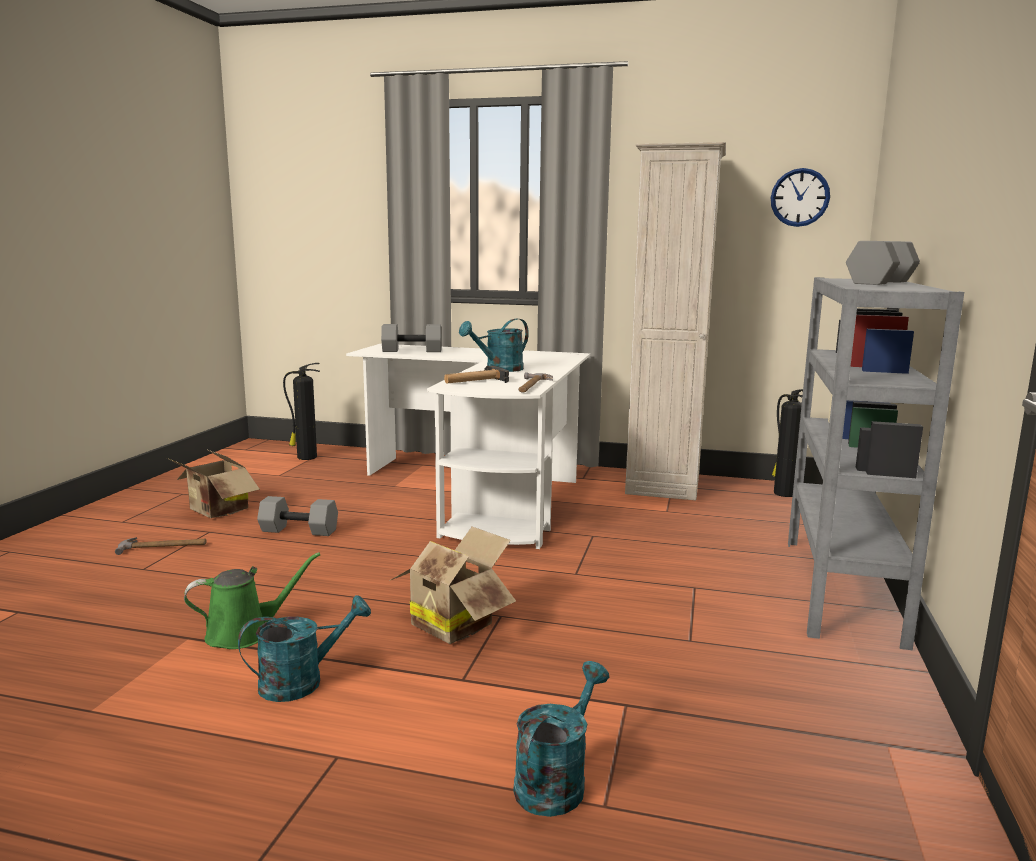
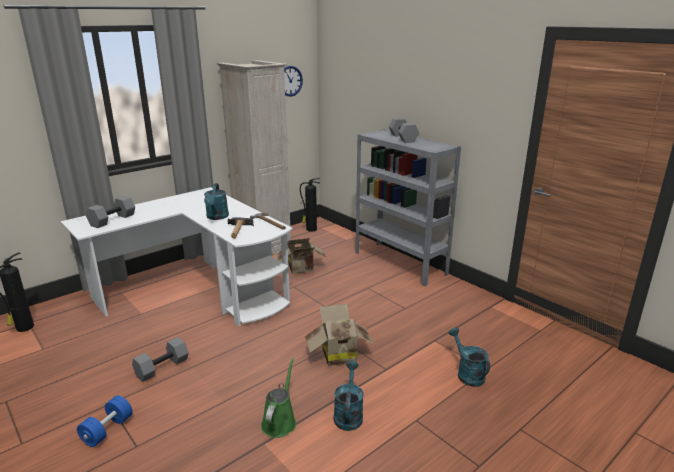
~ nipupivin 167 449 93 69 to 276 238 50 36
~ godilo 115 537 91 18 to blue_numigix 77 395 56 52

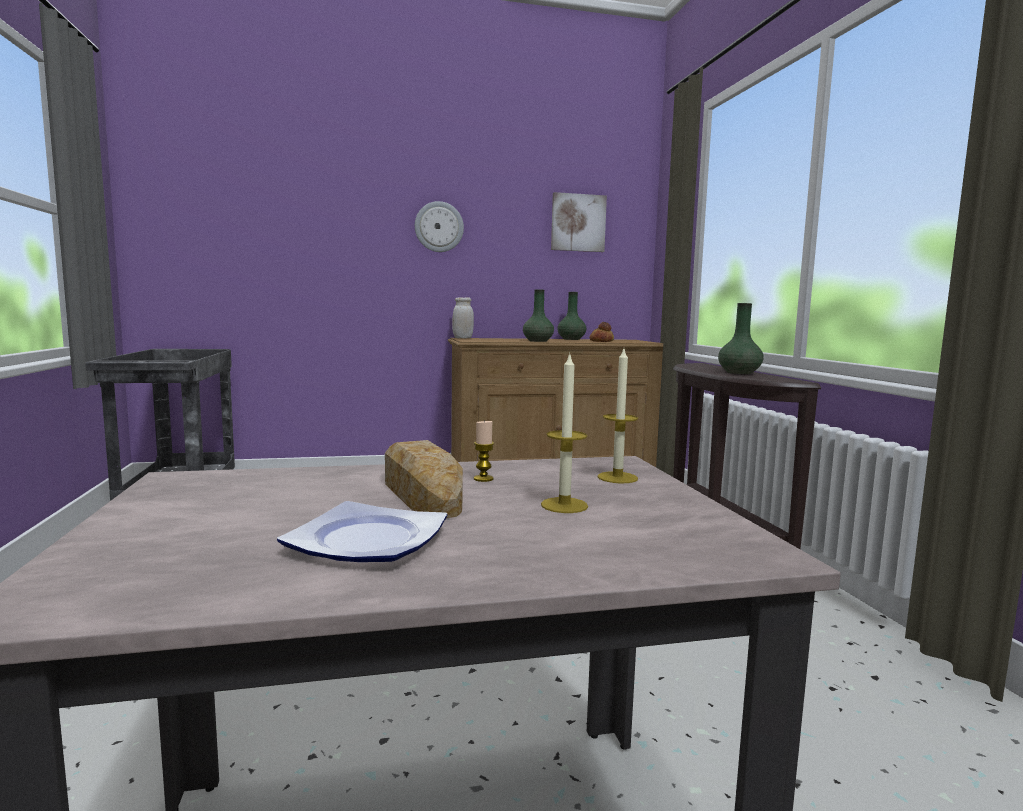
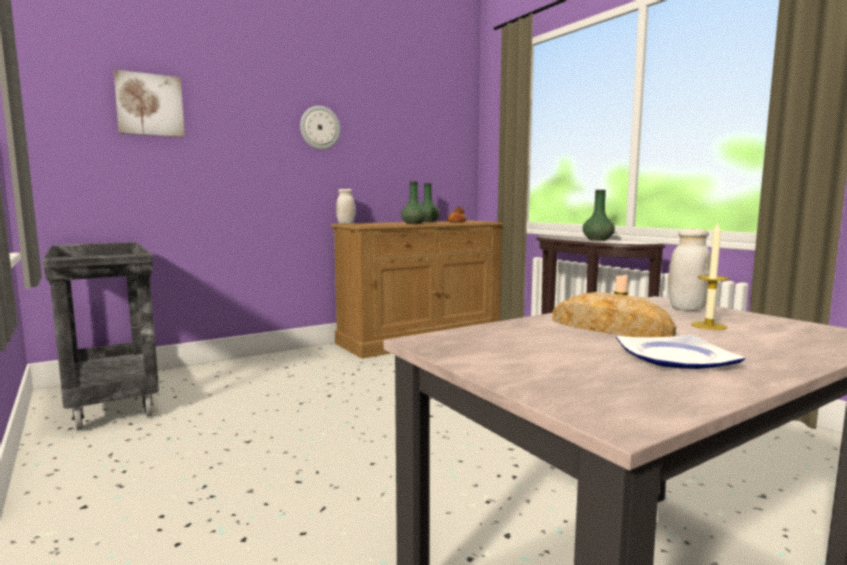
~ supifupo 551 192 56 60 to 114 70 71 67
~ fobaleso 597 349 41 134 to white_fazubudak 668 229 43 82

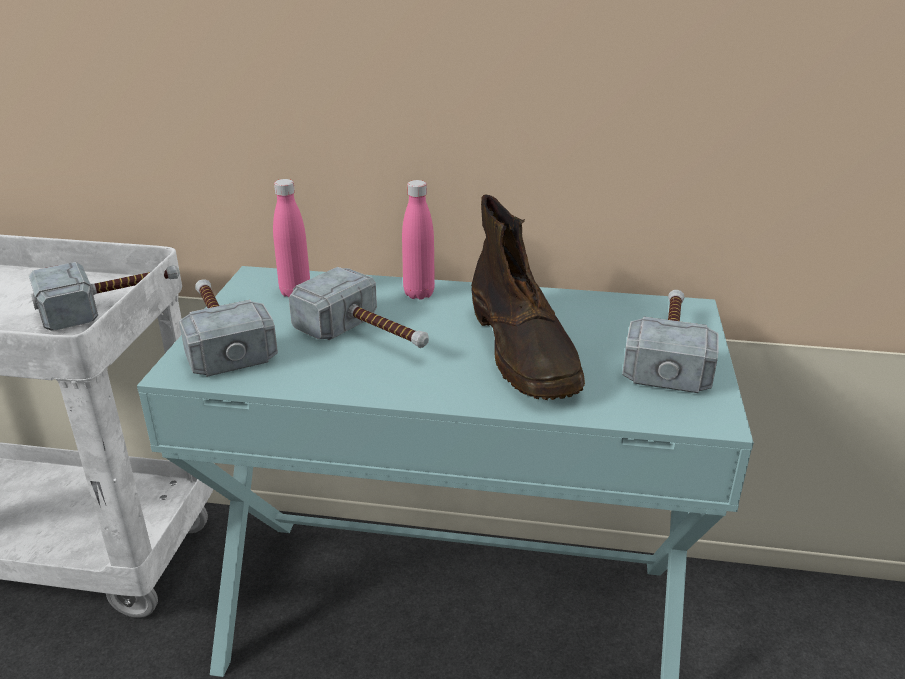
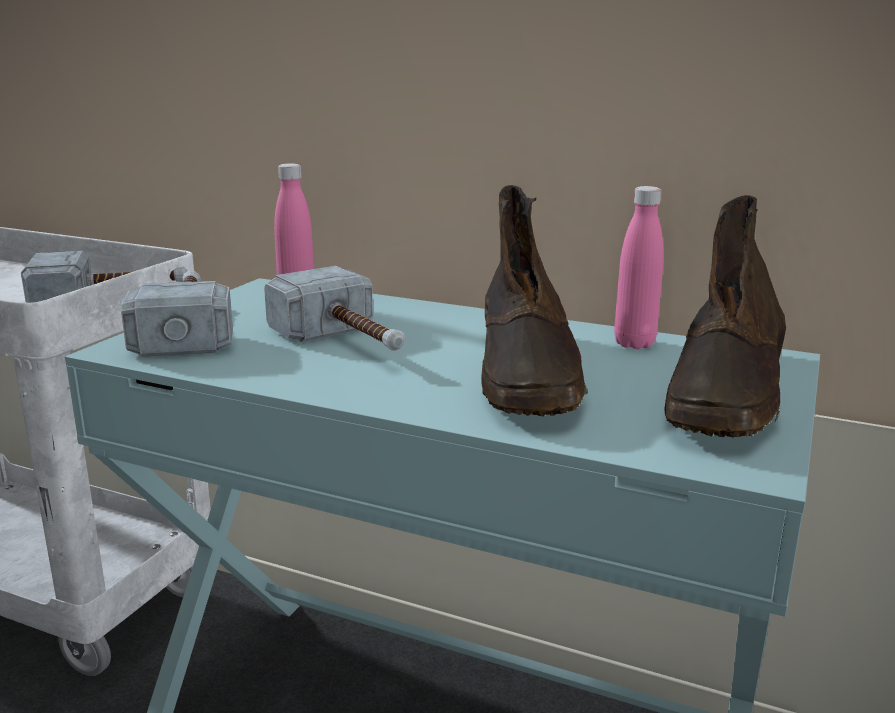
~ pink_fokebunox 402 180 33 120 to 614 186 50 163
~ godilo 622 290 97 103 to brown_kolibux 664 195 122 243

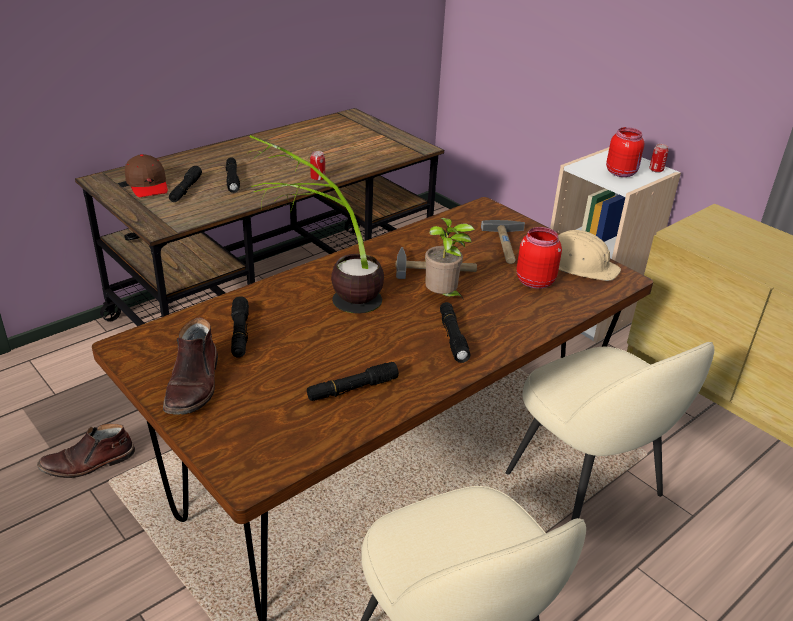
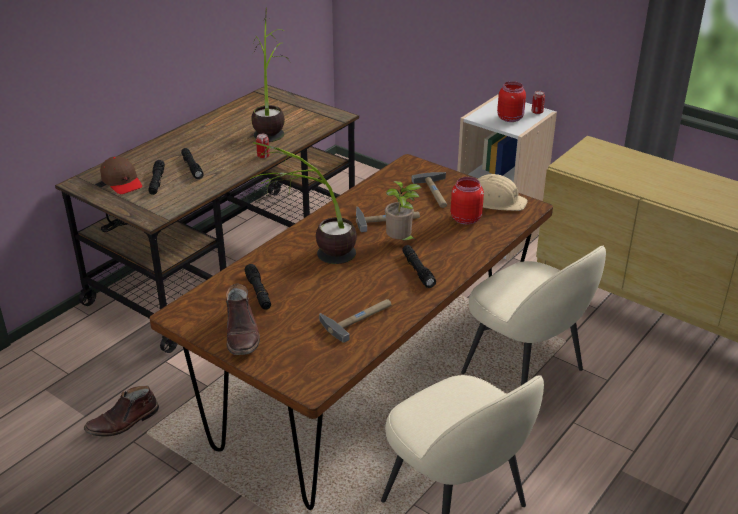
~ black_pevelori 307 362 92 39 to godilo 319 299 73 44
+ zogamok 251 7 40 135

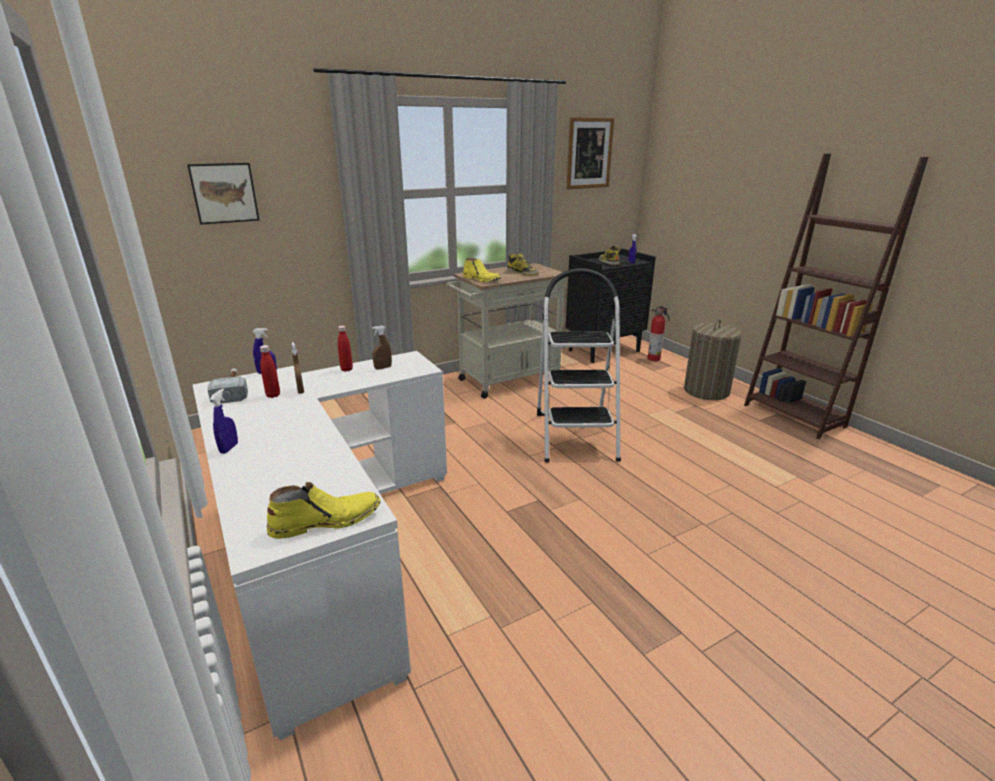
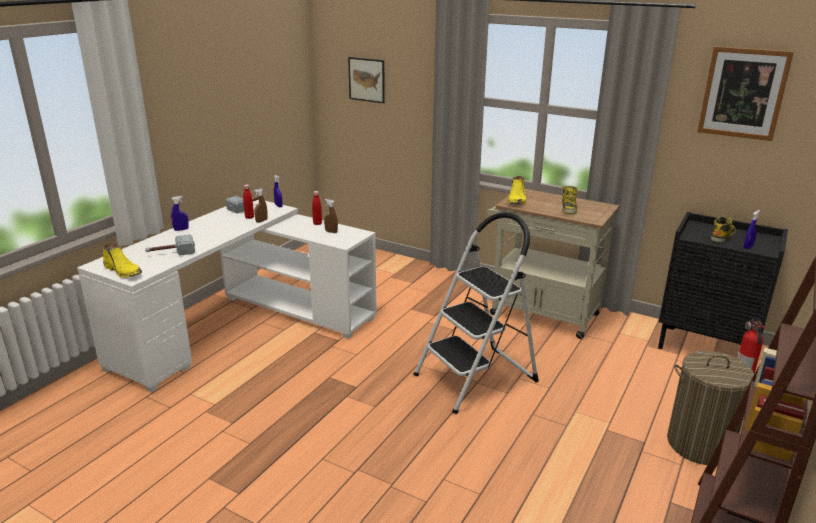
+ godilo 145 234 50 22

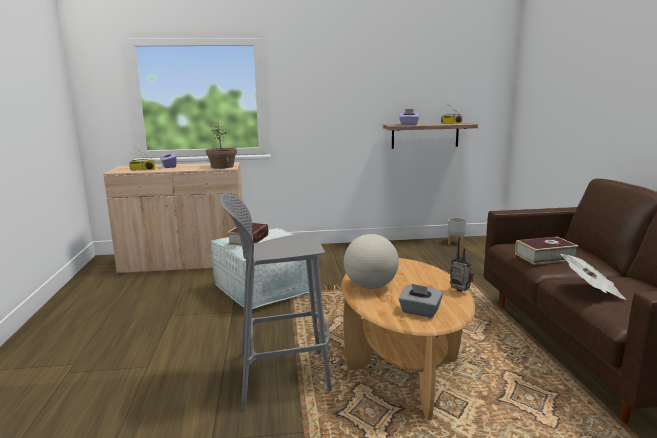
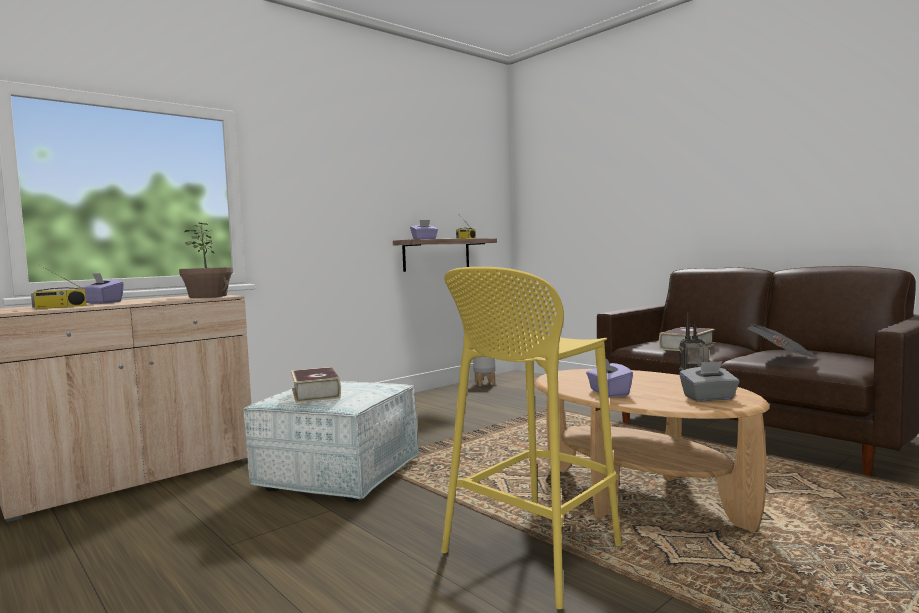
~ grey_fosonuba 220 193 112 217 to yellow_fosonuba 441 267 181 342
~ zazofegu 344 234 55 55 to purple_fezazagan 586 359 47 38

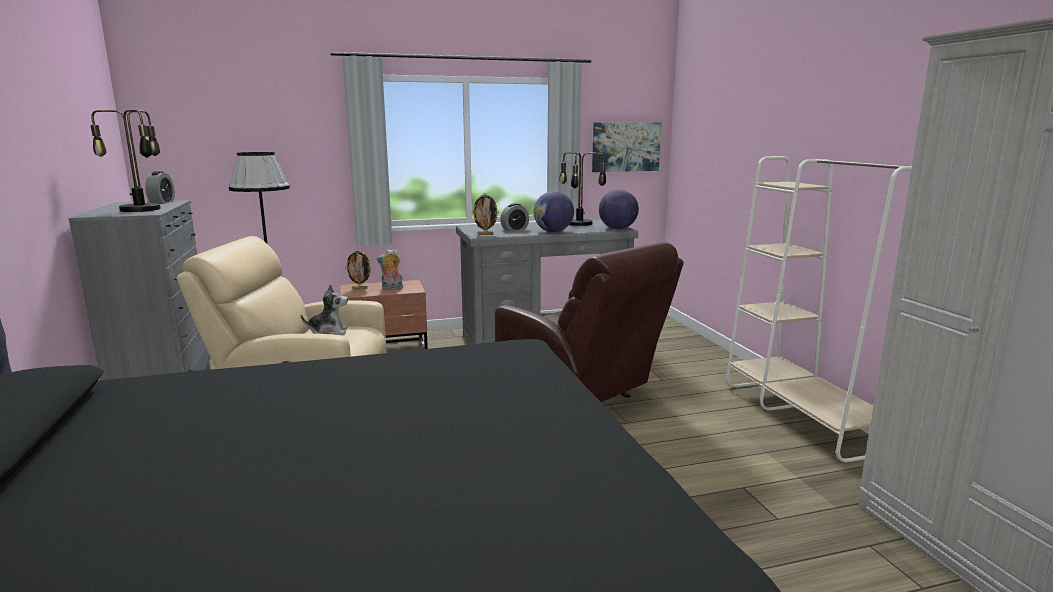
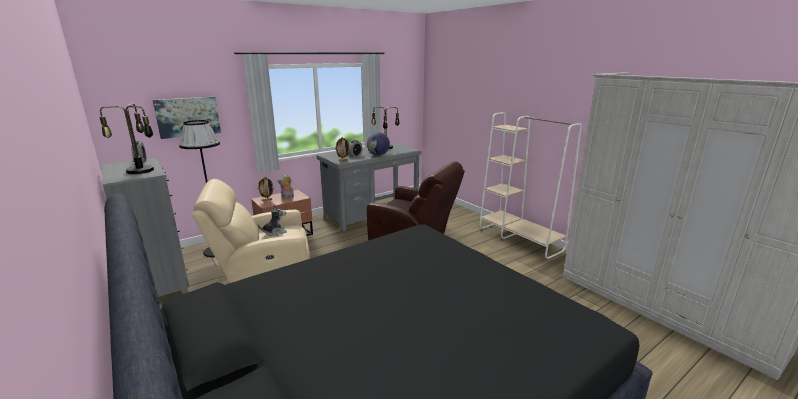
~ supifupo 592 123 69 49 to 152 97 69 42
- zazofegu 599 189 40 40

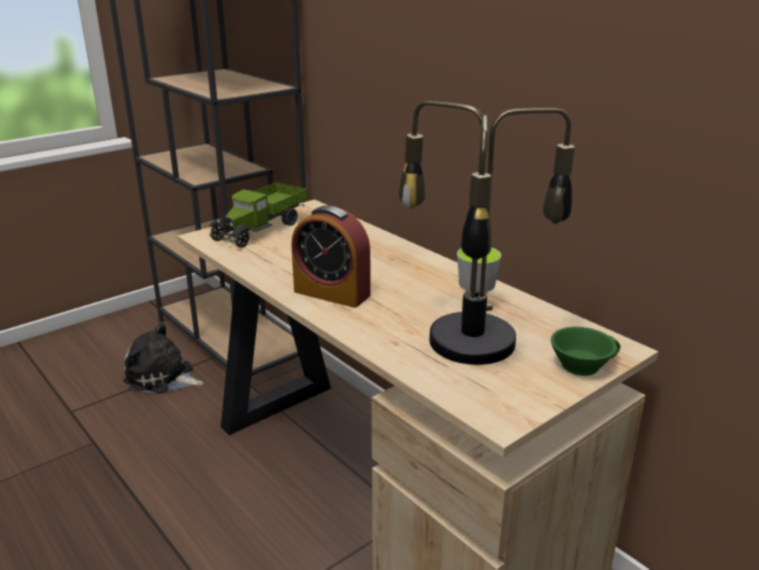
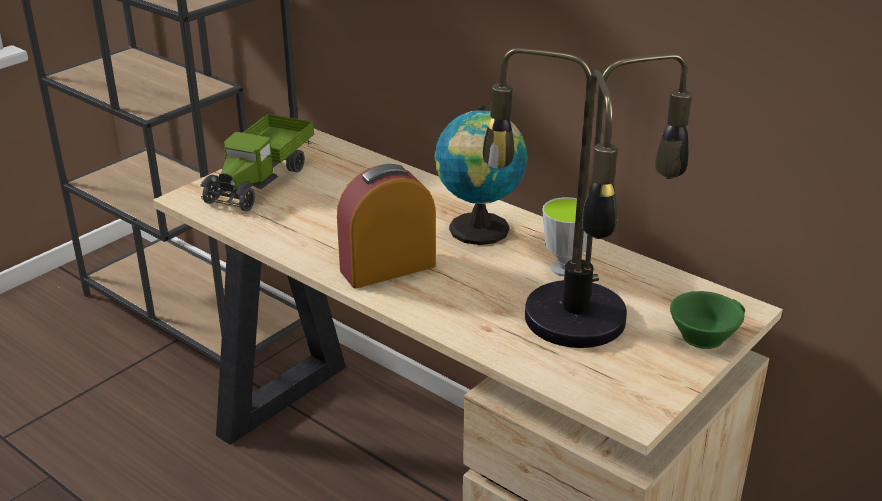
~ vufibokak 291 205 80 103 = 337 164 99 125 135 degrees clockwise
- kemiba 124 323 79 71
+ zazofegu 434 105 94 140

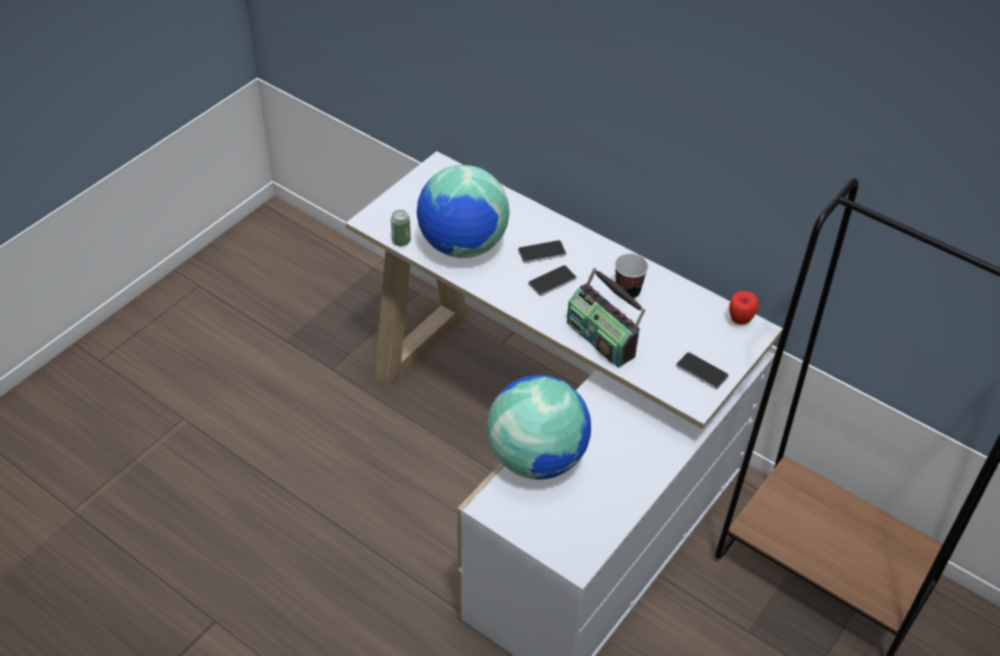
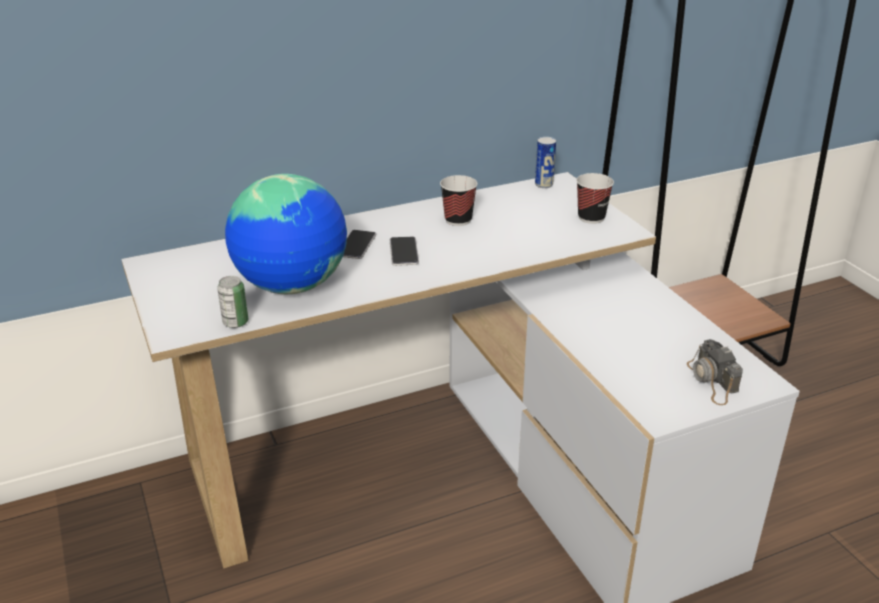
- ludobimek 567 268 79 100
~ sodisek 729 291 30 33 to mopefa 535 137 21 51
~ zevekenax 676 352 53 37 to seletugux 576 173 38 51
- zazofegu 487 375 104 104
+ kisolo 687 339 56 66

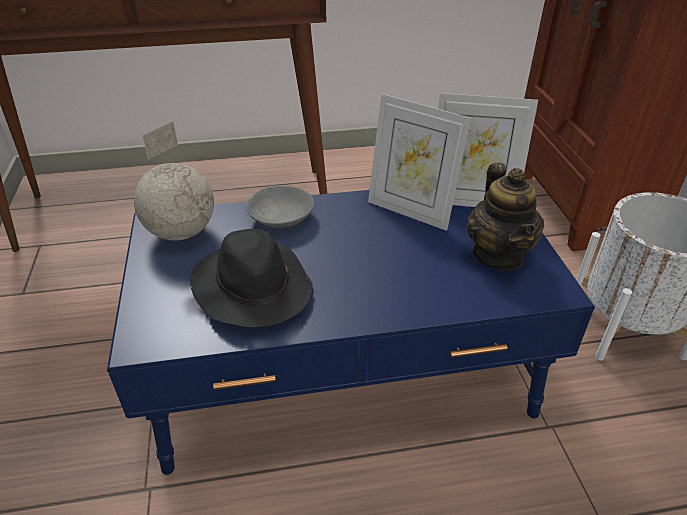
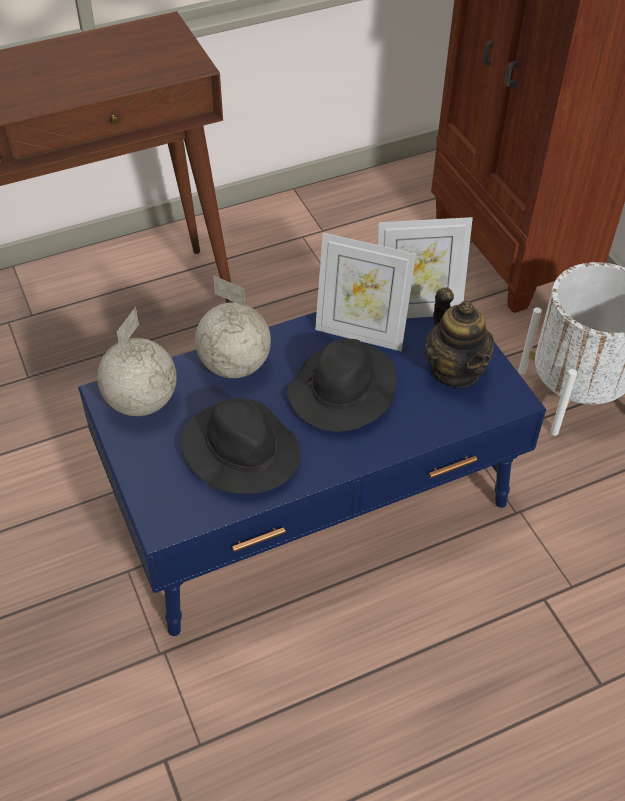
~ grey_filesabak 246 186 68 42 to zazofegu 195 275 76 103
+ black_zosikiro 287 339 109 93

